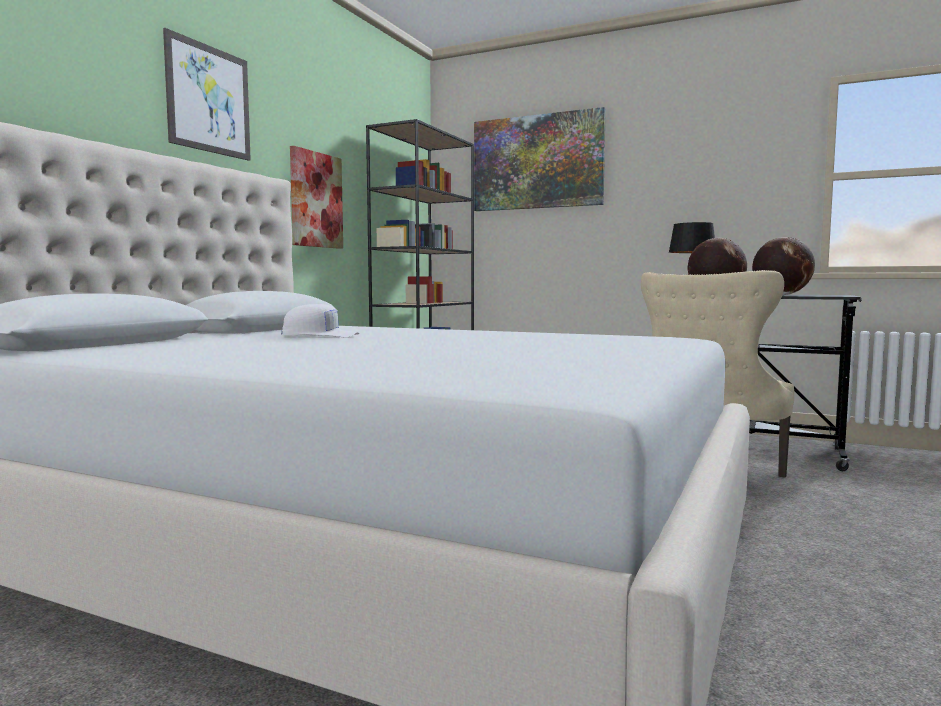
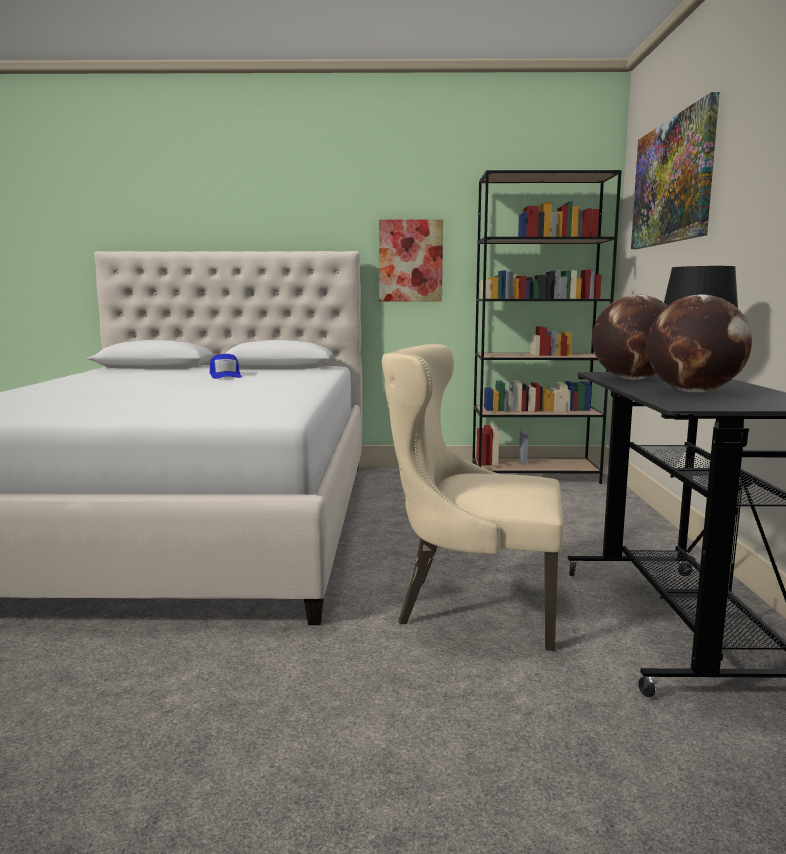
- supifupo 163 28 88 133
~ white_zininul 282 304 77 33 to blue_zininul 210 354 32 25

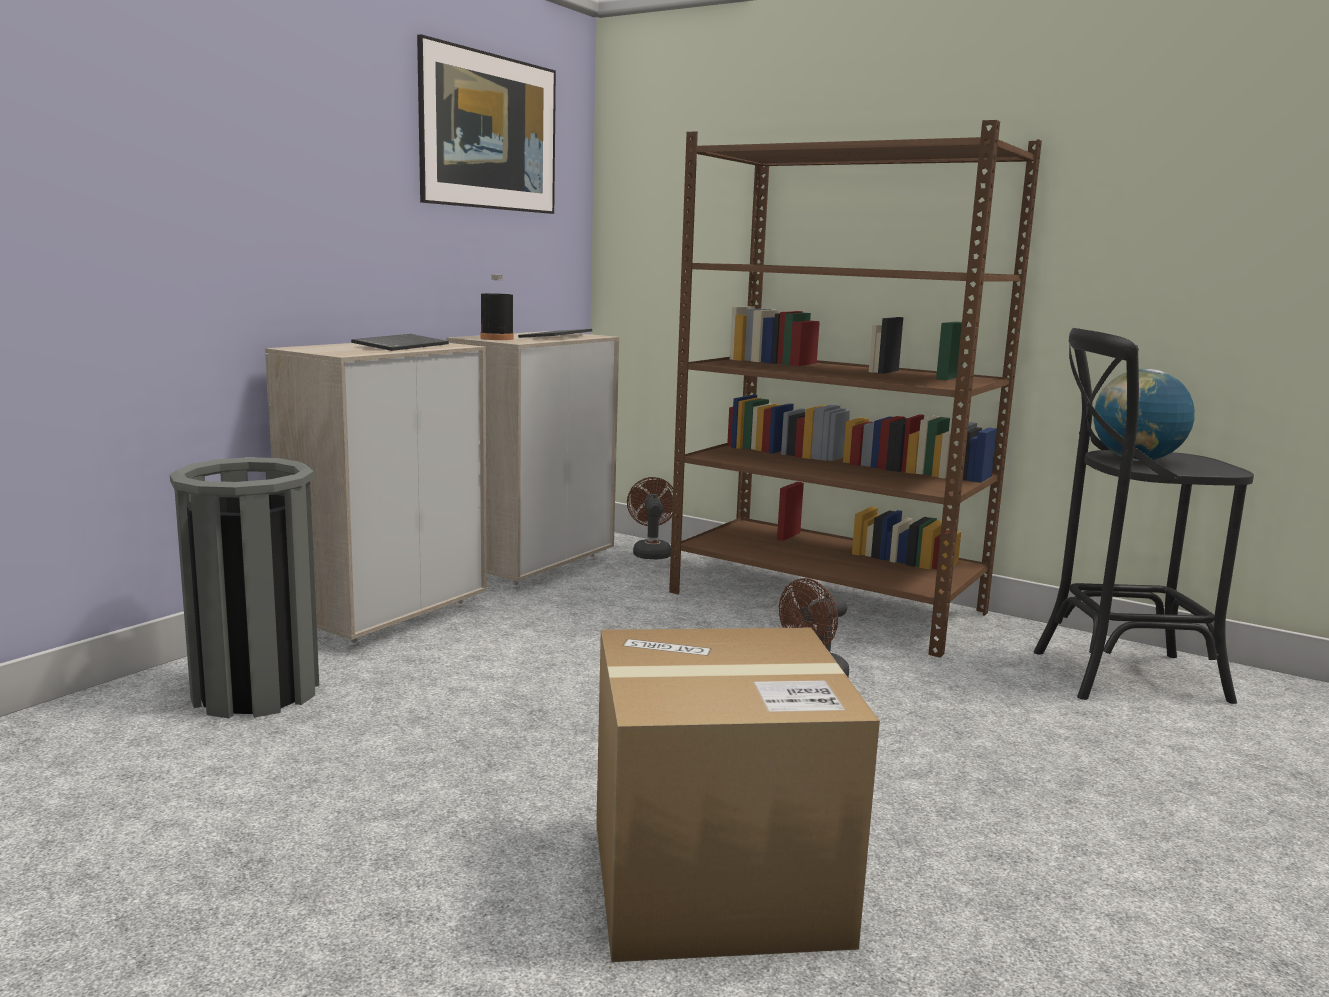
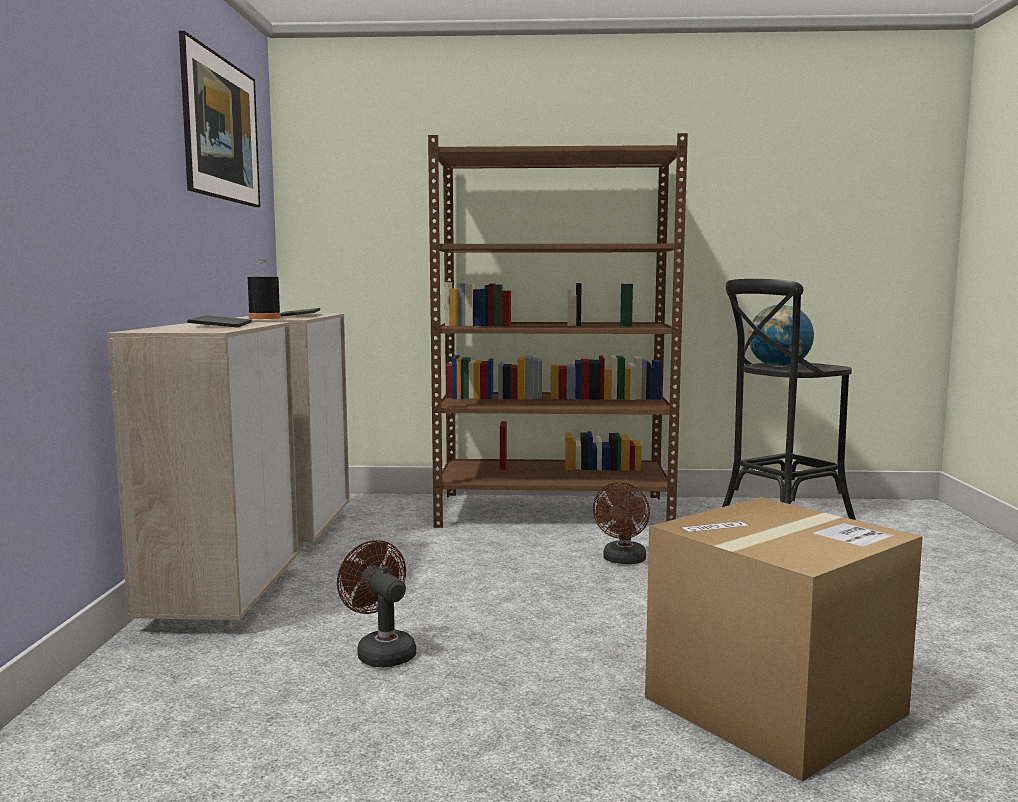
- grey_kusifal 170 457 149 261
~ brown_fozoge 627 477 50 82 to 337 540 79 127

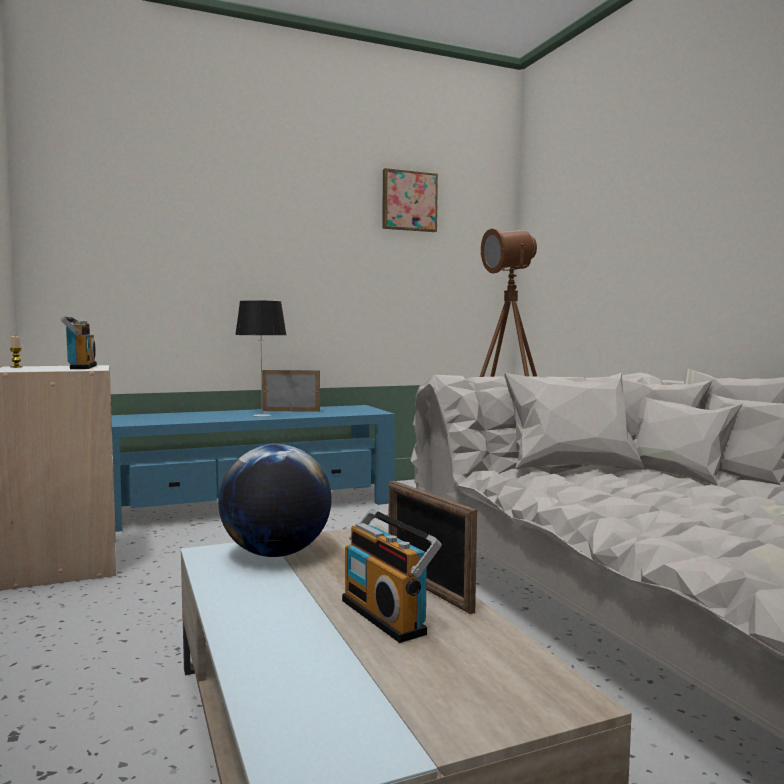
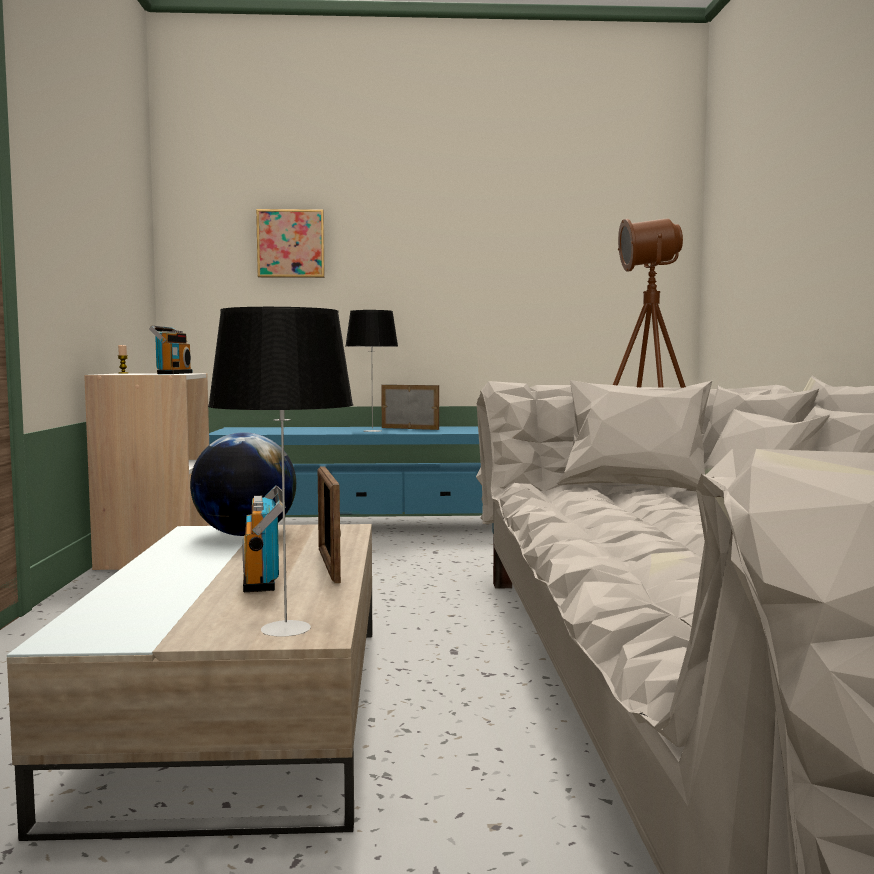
~ supifupo 382 168 56 64 to 256 209 69 69
+ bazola 208 307 145 330

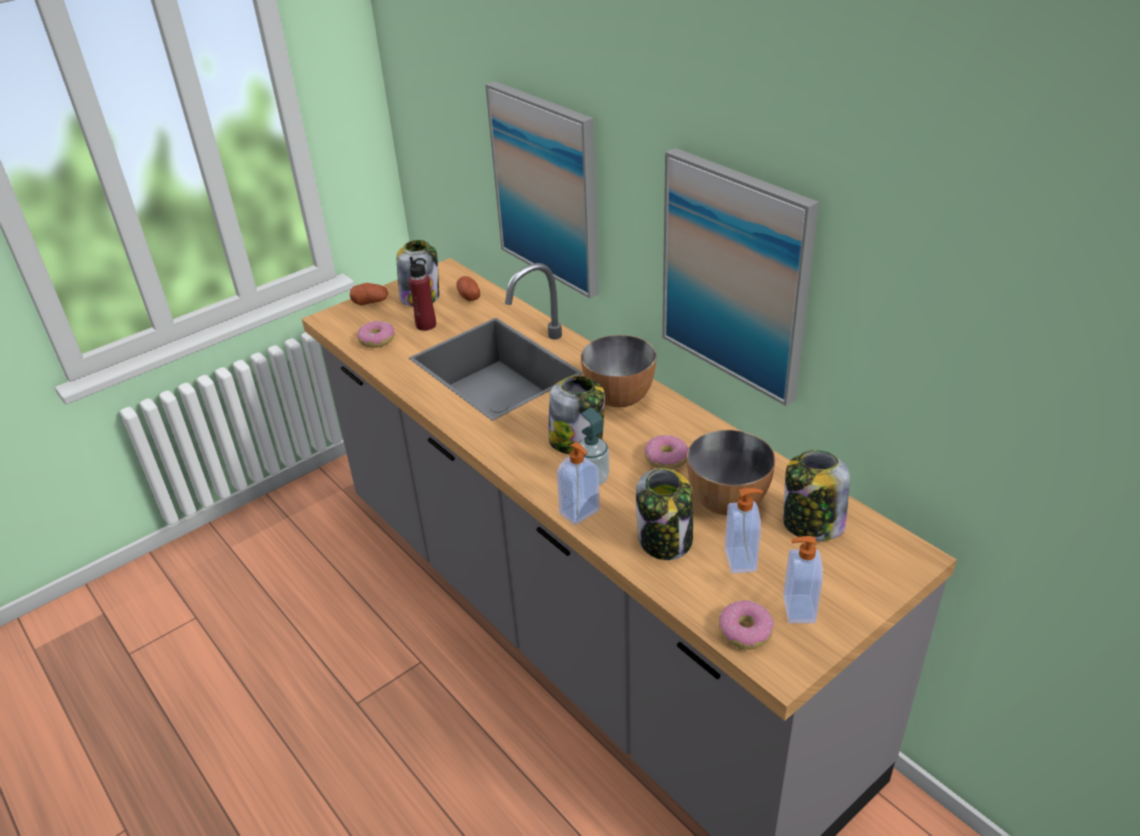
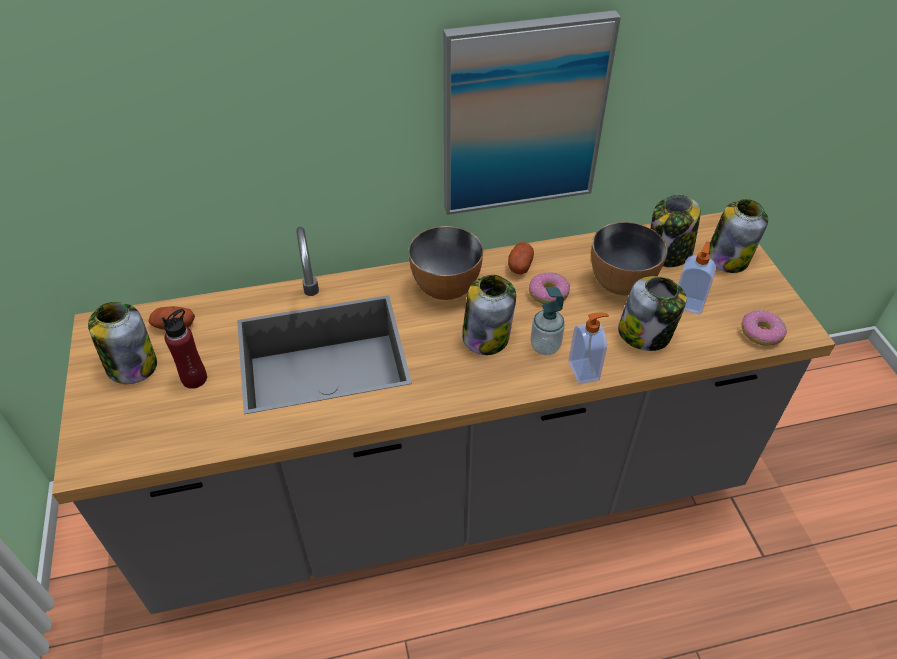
- supifupo 485 81 114 217
~ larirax 350 283 38 22 to 508 242 26 33
- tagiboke 357 321 38 27
- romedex 783 536 40 87
+ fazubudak 709 199 59 74

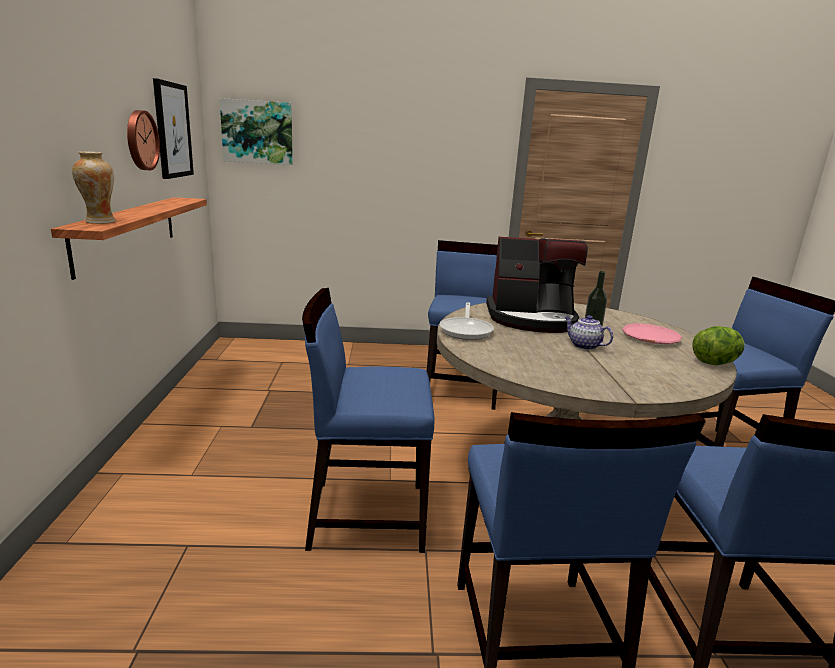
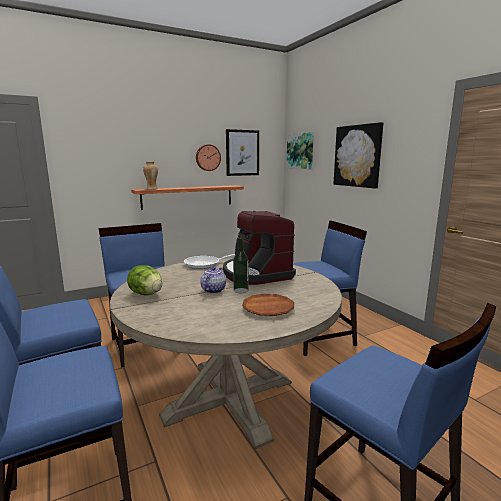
~ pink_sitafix 622 323 60 21 to brown_sitafix 242 294 52 22
~ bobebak 692 326 53 40 to 127 265 35 30
+ supifupo 333 122 50 66

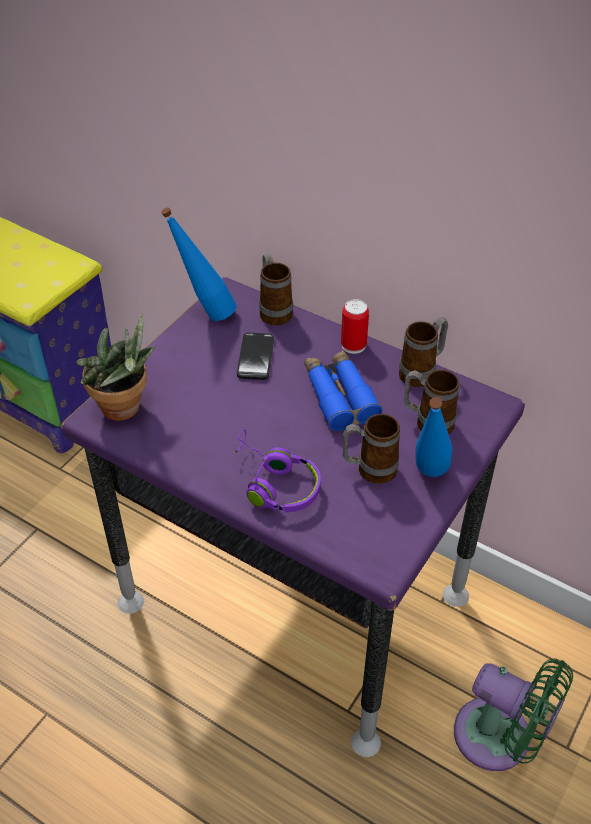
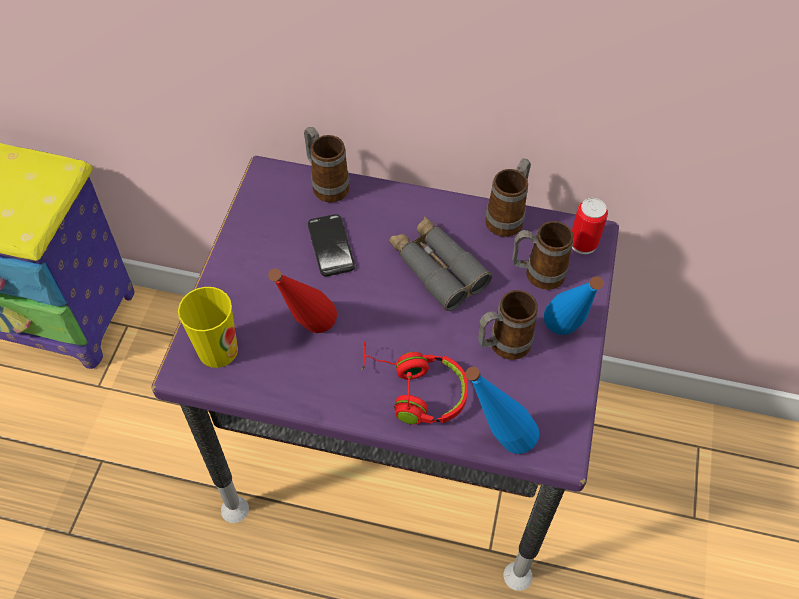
~ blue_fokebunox 161 208 75 113 to 465 367 74 87
~ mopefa 341 299 28 55 to 572 198 36 56
~ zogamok 76 314 80 107 to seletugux 178 287 60 81
~ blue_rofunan 304 350 79 81 to grey_rofunan 389 216 103 95
~ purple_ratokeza 233 429 88 84 to red_ratokeza 362 342 106 83
- green_fozoge 454 658 119 113
+ red_fokebunox 268 268 69 65

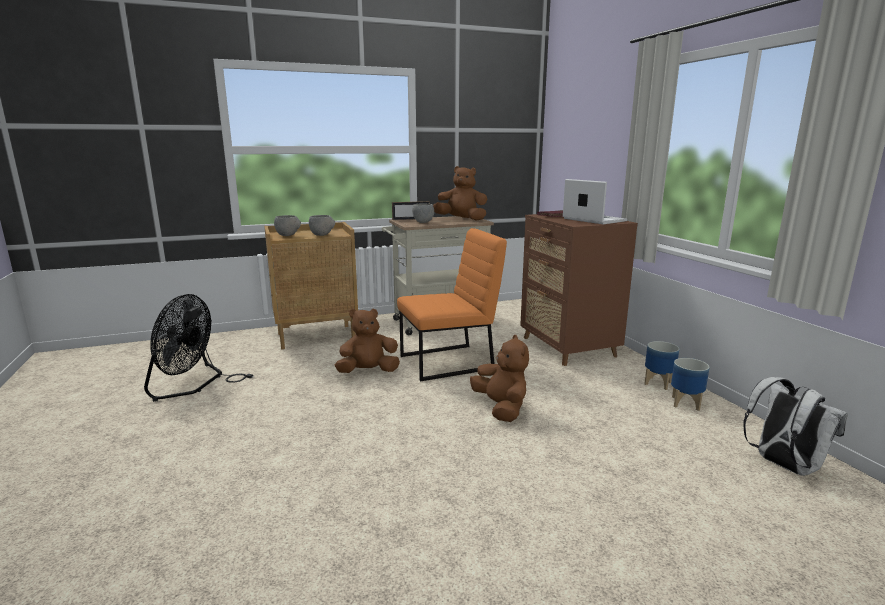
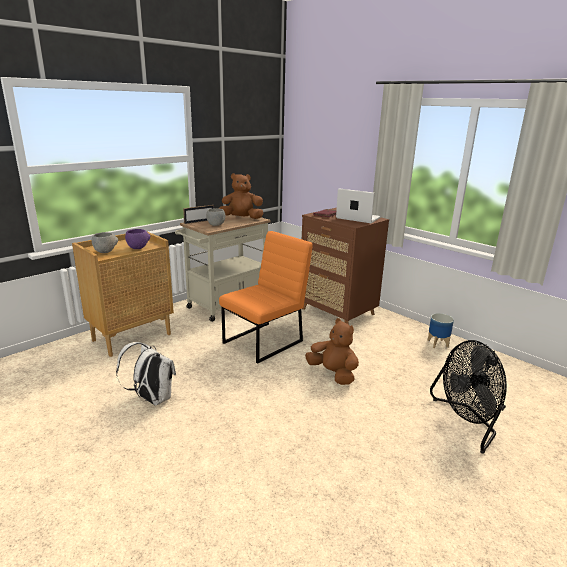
~ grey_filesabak 309 215 26 21 to purple_filesabak 125 229 25 20
~ black_fozoge 144 294 110 108 to 430 340 77 114
- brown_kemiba 335 308 65 65
- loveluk 644 341 35 49
~ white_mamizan 743 377 105 99 to 116 342 60 64

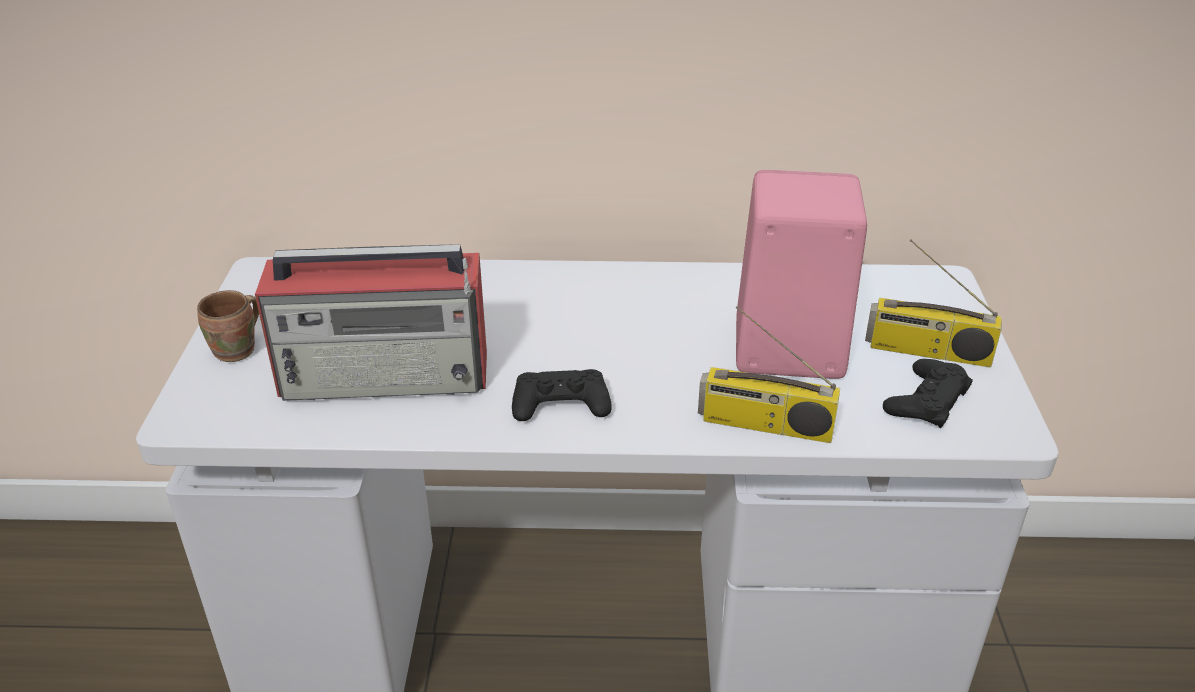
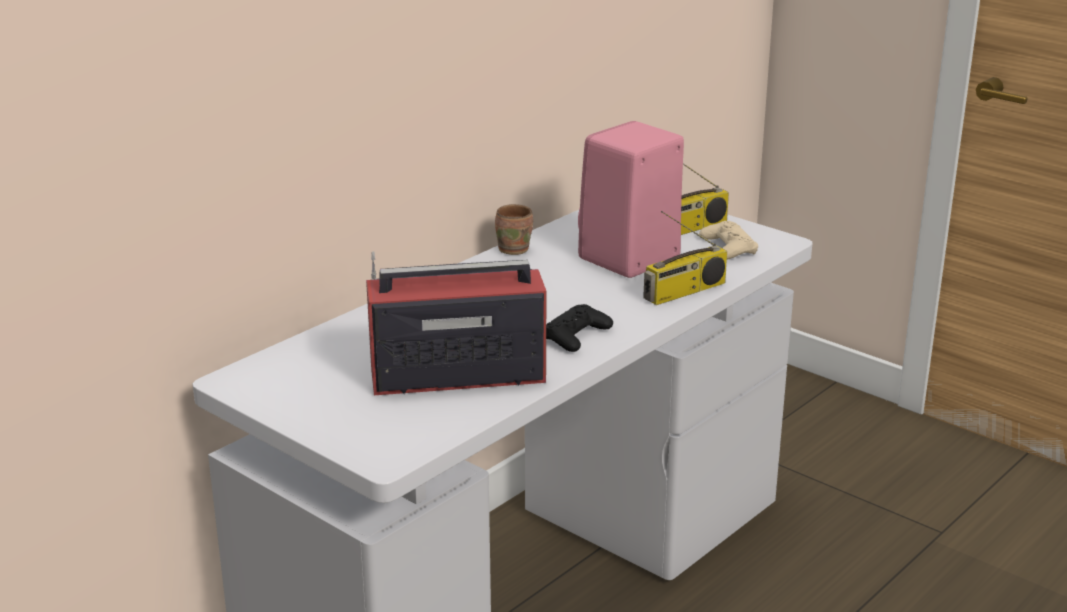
~ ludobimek 255 244 232 157 = 366 251 180 144 135 degrees counterclockwise
~ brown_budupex 197 290 62 72 to 495 204 38 51
~ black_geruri 883 359 90 69 to beige_geruri 699 221 59 38

